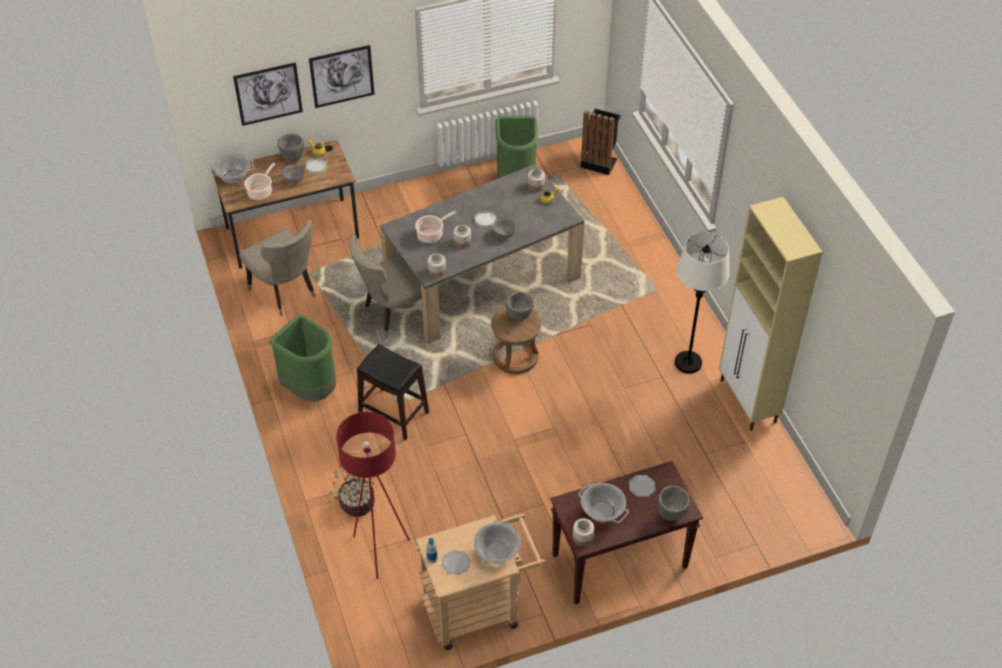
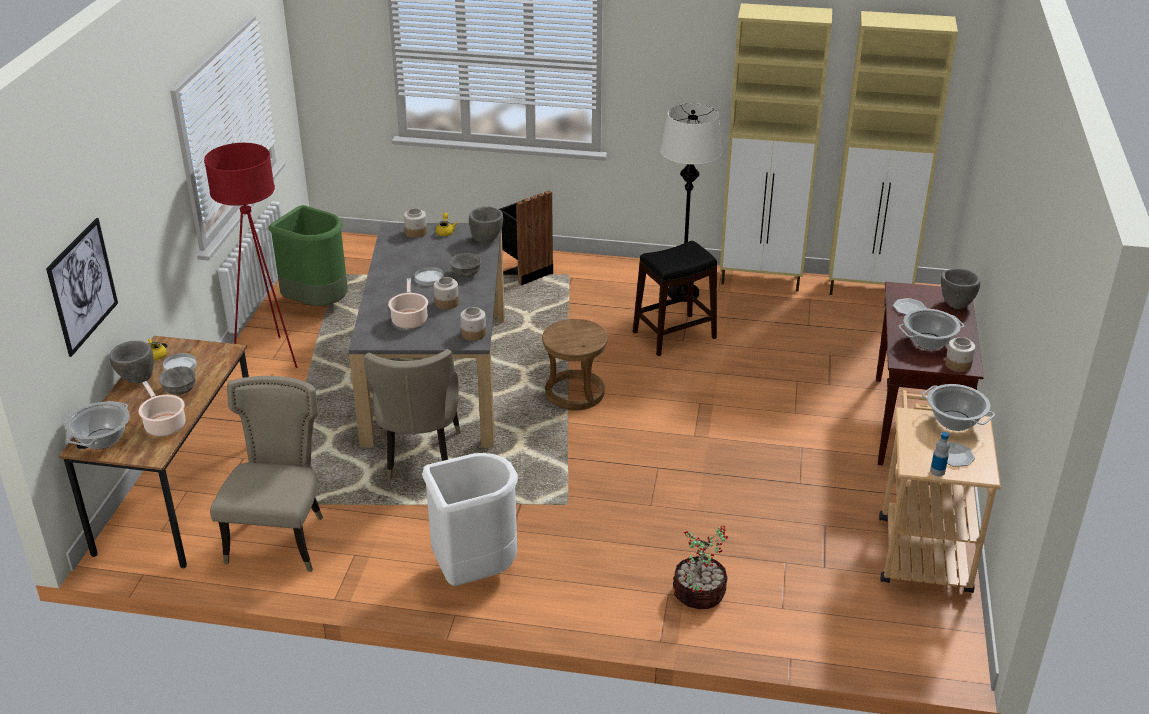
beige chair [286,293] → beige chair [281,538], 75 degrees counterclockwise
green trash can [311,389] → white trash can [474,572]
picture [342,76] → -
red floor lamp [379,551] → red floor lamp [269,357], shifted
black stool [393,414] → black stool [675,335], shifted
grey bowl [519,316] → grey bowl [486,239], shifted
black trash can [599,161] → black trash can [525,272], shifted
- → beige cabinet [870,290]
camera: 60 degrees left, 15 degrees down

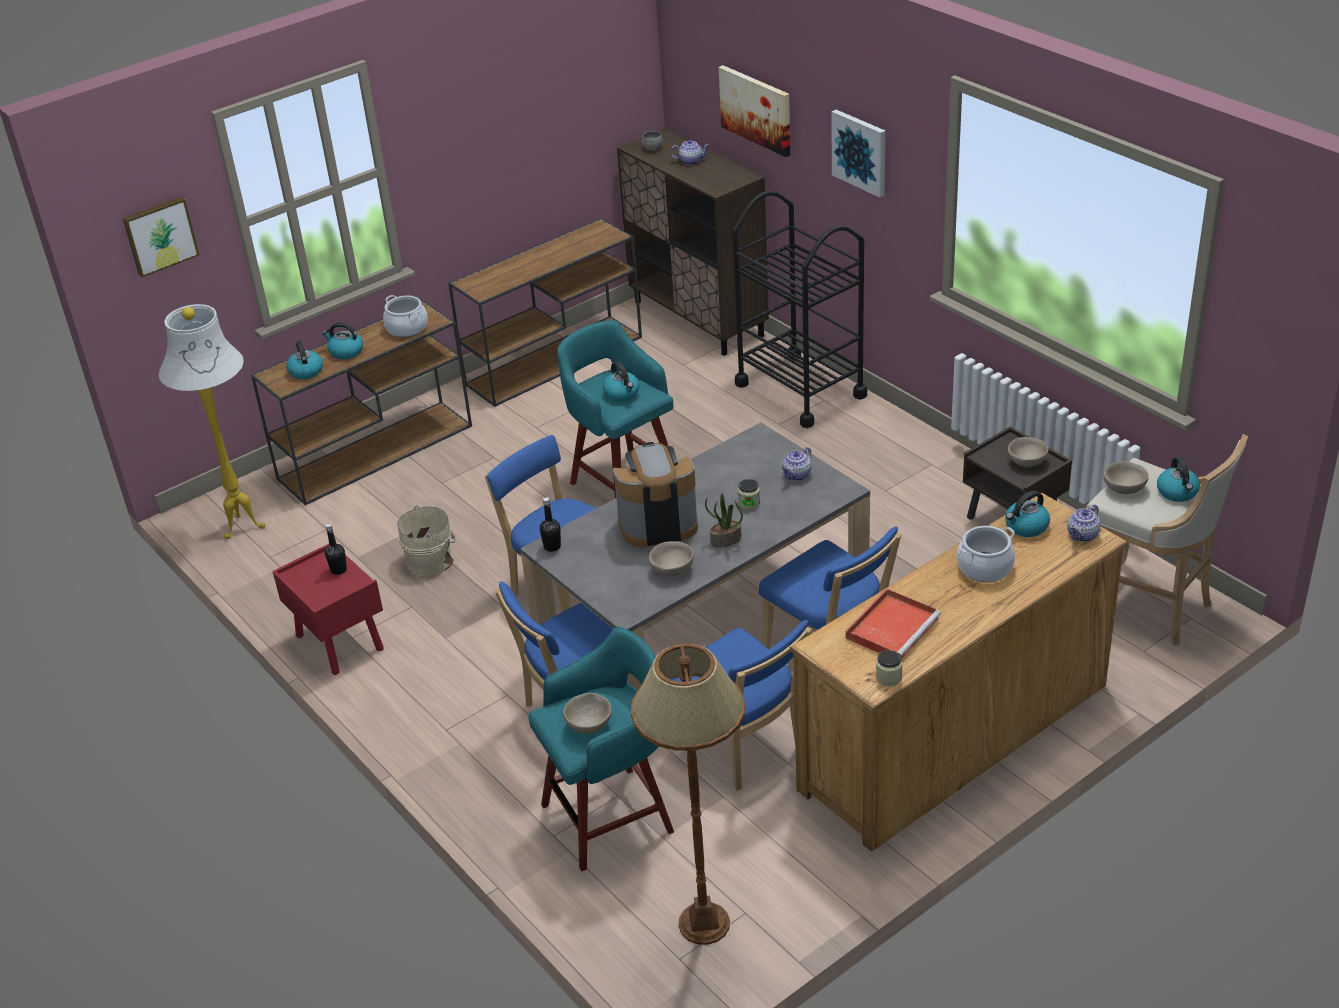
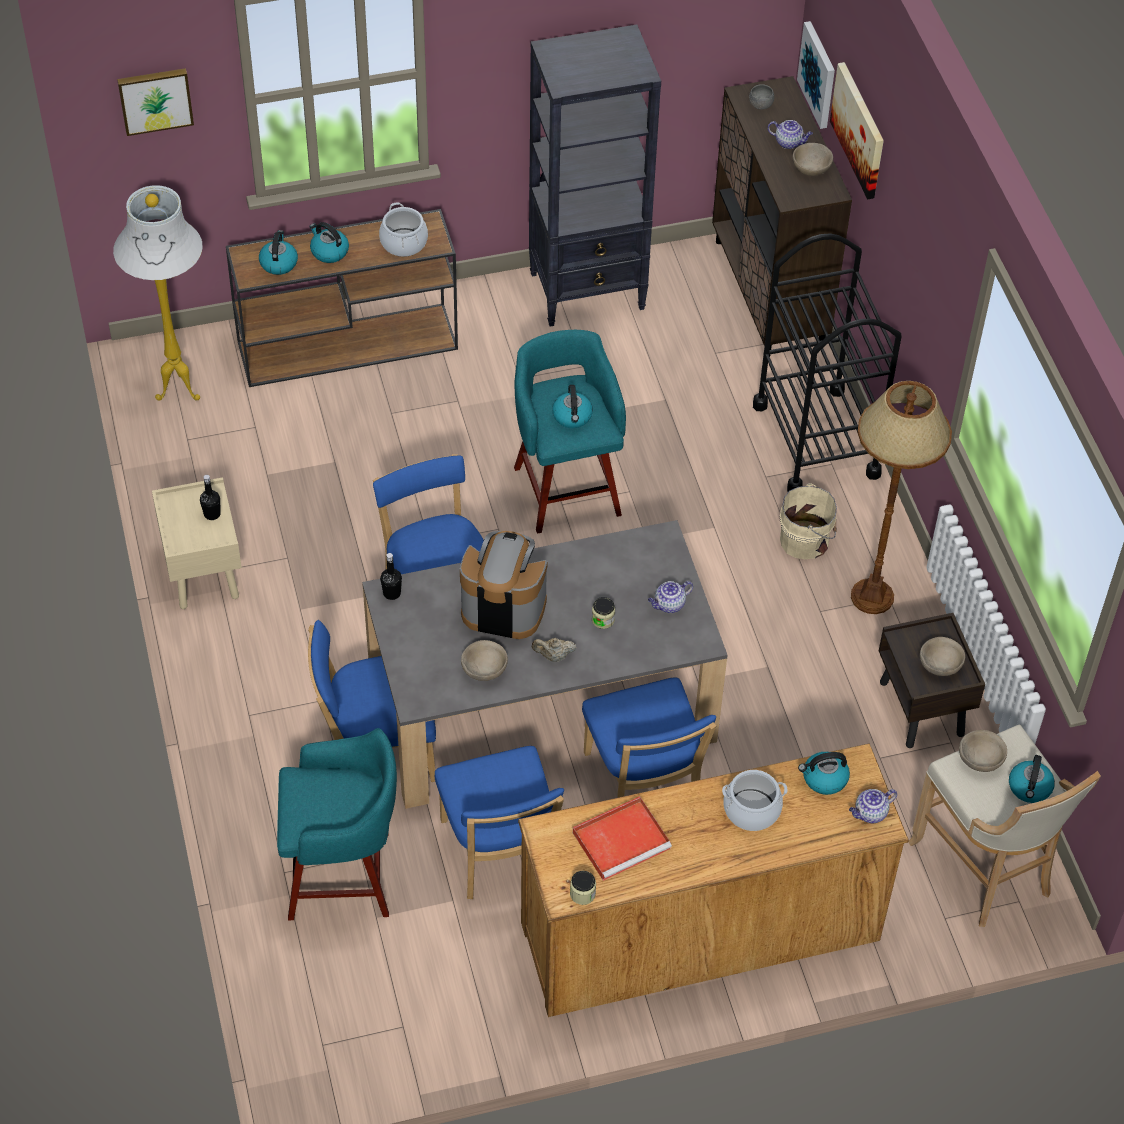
red nightstand [338,642] → beige nightstand [202,572]
beige bucket [432,560] → beige bucket [807,540], shifted
brown console table [555,359] → black bookcase [588,291]
beige bowl [589,725] → beige bowl [811,169], shifted
brown floor lamp [703,923] → brown floor lamp [871,596], shifted
potted plant [725,540] → beige teapot [553,656]
picture [860,152] → picture [818,74], shifted
camera: 20 degrees right, 15 degrees up

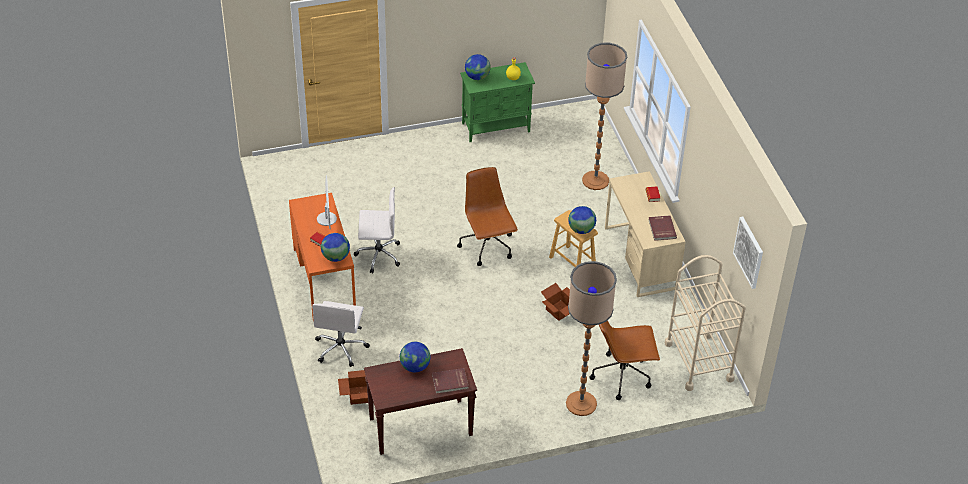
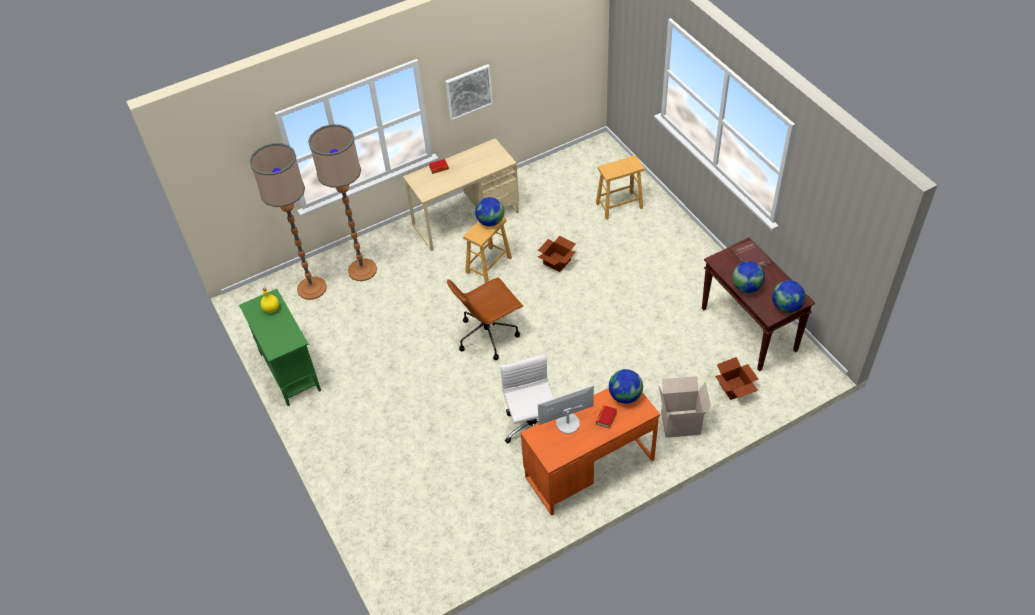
white office chair [341,348] → cardboard box [681,422]
globe [477,77] → globe [786,306], shifted
floor lamp [581,403] → floor lamp [311,288], shifted
brown office chair [622,375] → brown stool [619,205]
red book [661,229] → -
beige cart [699,361] → -
picture [749,252] → picture [468,91], shifted
camera: 100 degrees left, 5 degrees up

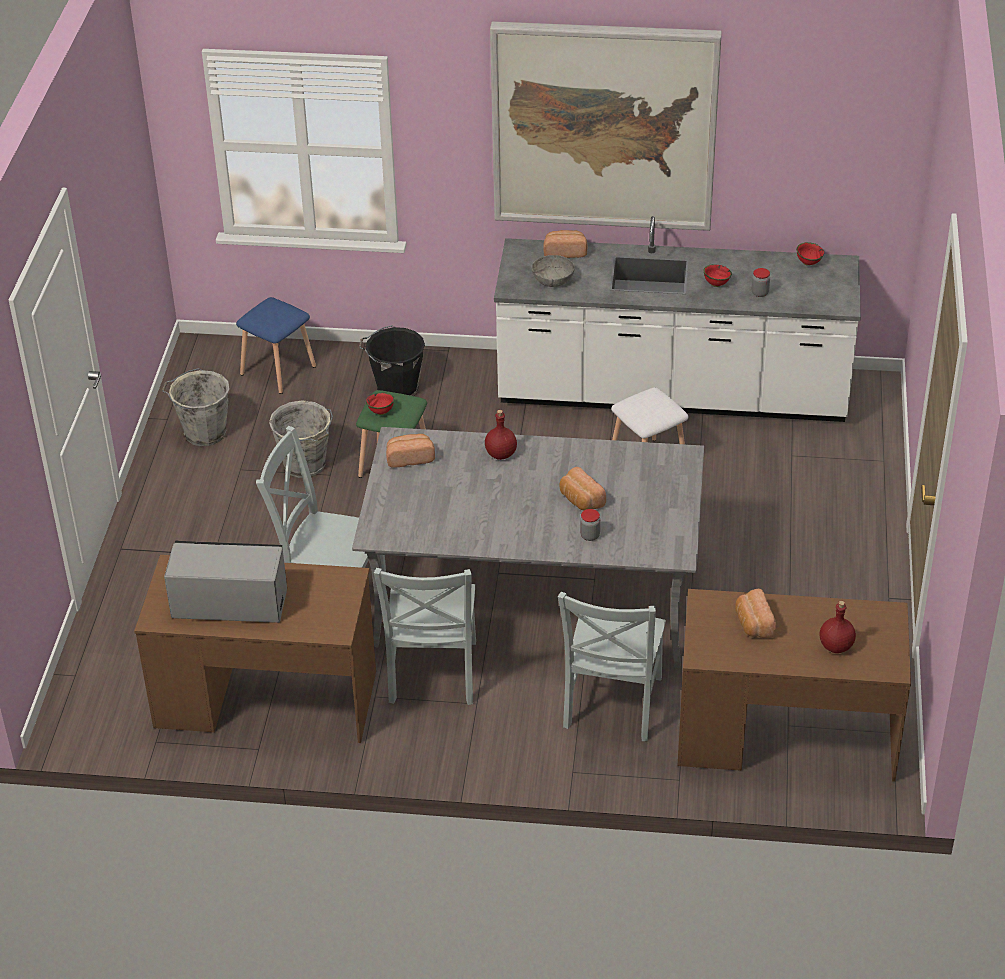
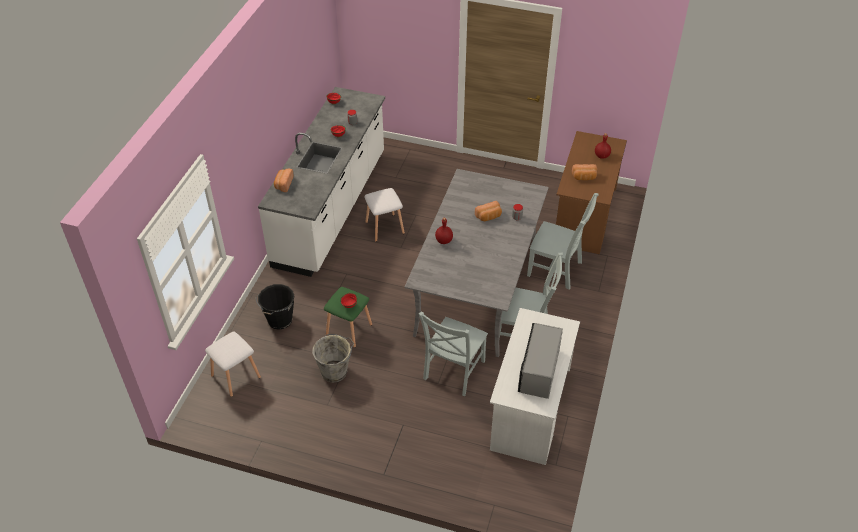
brown desk [265,699] → white desk [530,409]
grey bucket [203,433] → -
blue stool [278,369] → white stool [235,376]
bread [409,458] → -
picture [604,125] → -
grey bowl [552,280] → -
camera: 80 degrees left, 5 degrees up

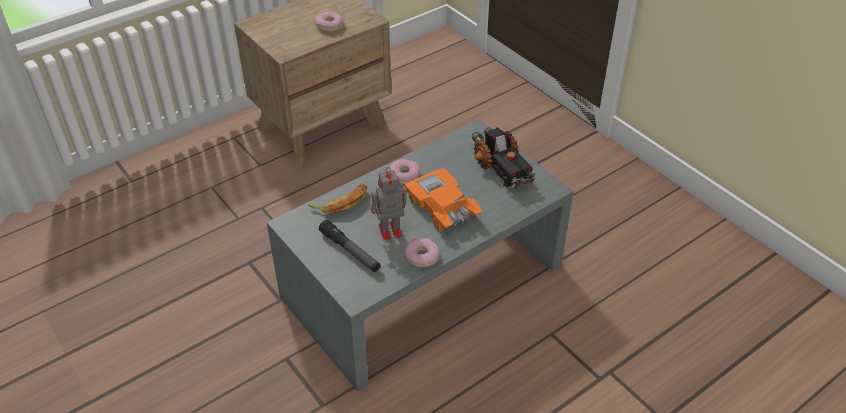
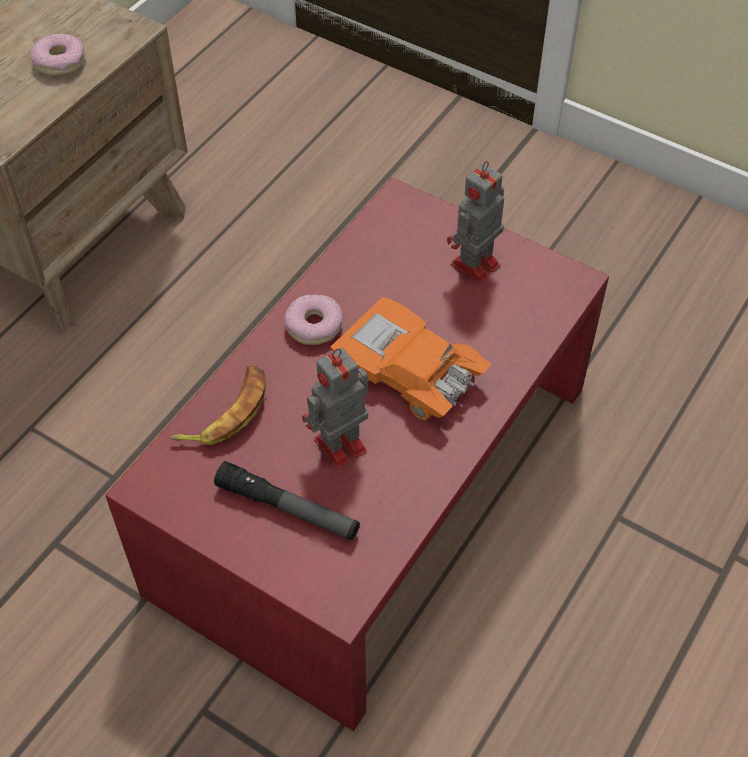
grey coffee table [423,282] → red coffee table [376,488]
donut [422,256] → -
toy truck [501,169] → toy robot [473,266]
camera: 20 degrees left, 10 degrees up

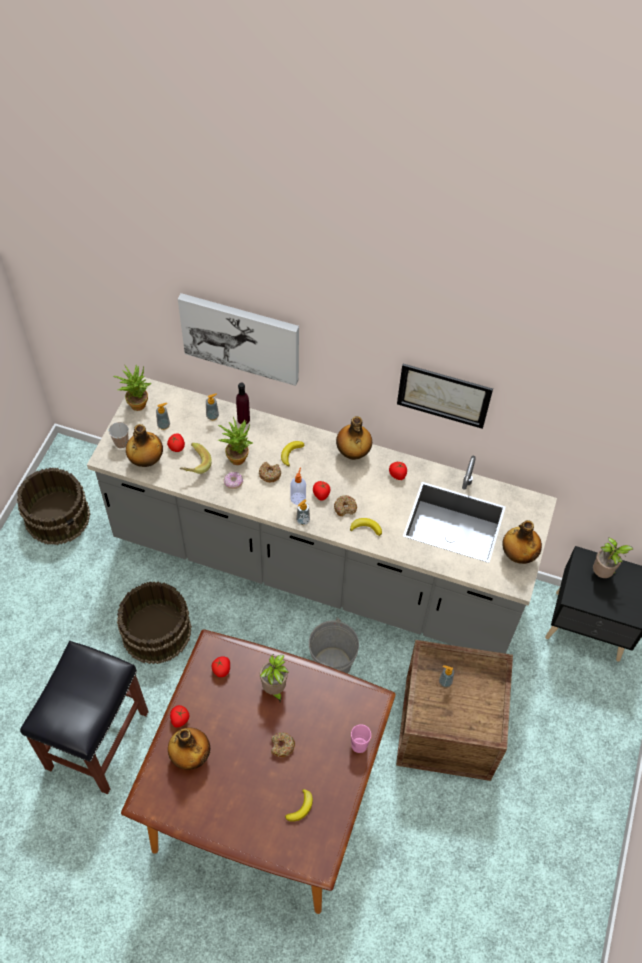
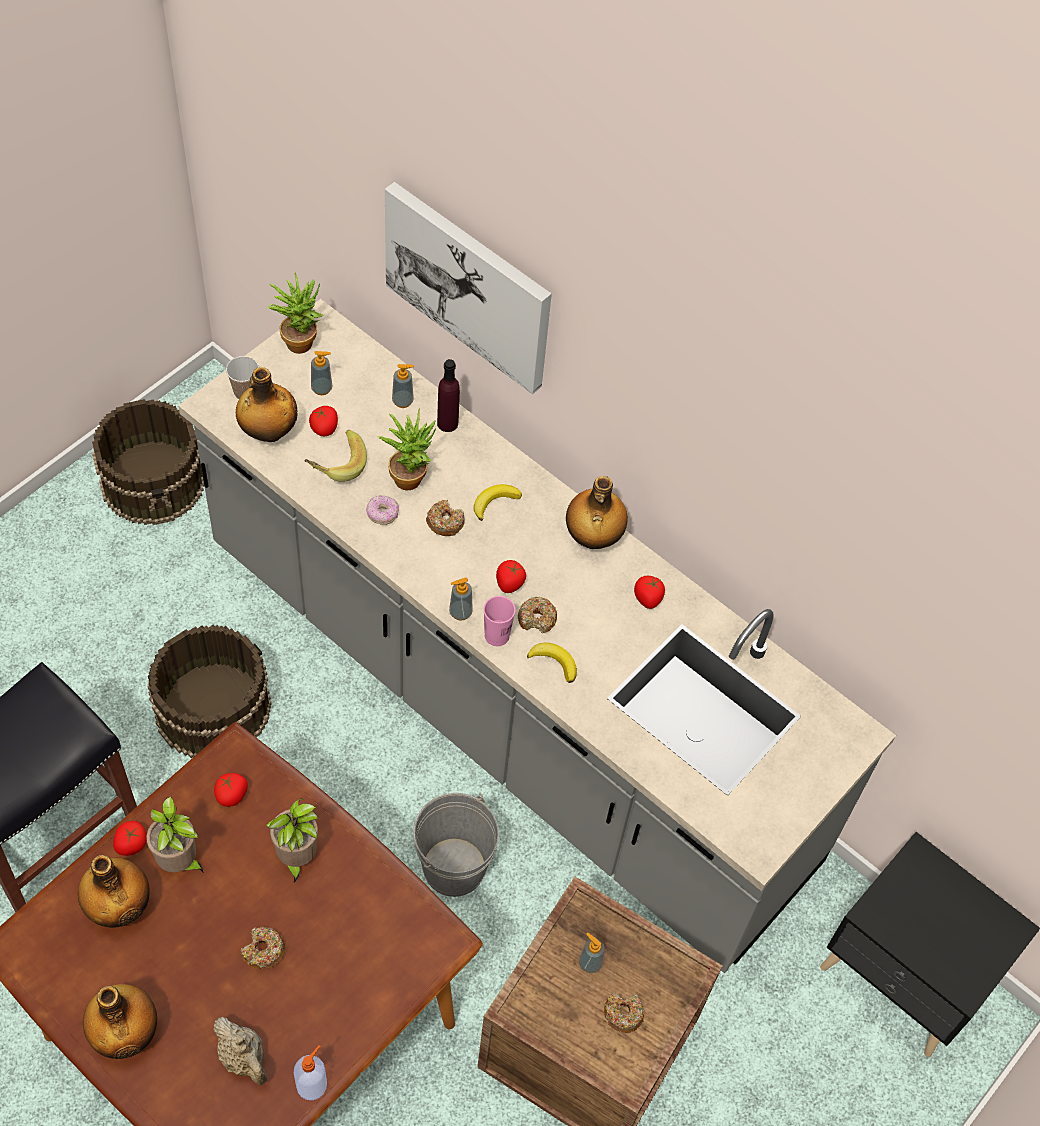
banana [300,807] → beige teapot [244,1058]
soap dispenser [298,498] → soap dispenser [312,1084], shifted
pink cup [359,745] → pink cup [497,635], shifted
picture [443,395] → -
bottle [518,555] → bottle [126,1033], shifted
potted plant [602,573] → potted plant [180,862], shifted
- → donut [623,1014]
camera: 20 degrees right, 0 degrees up

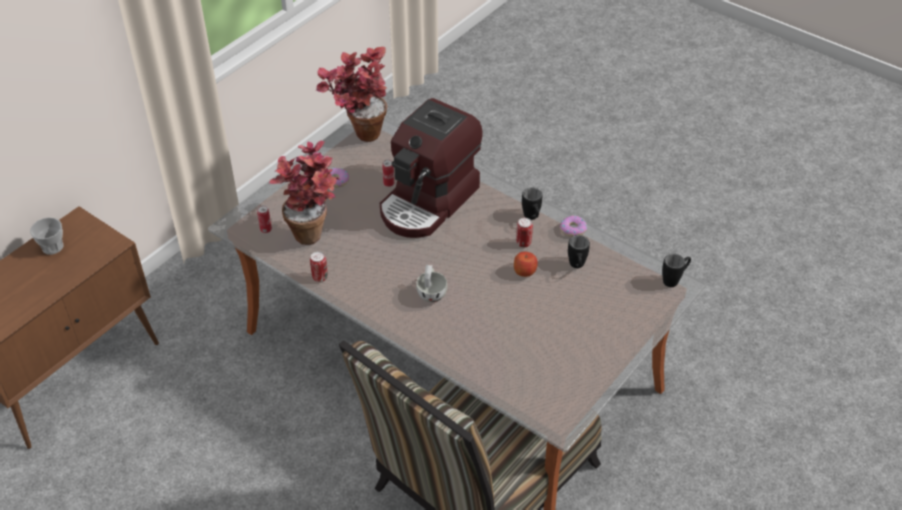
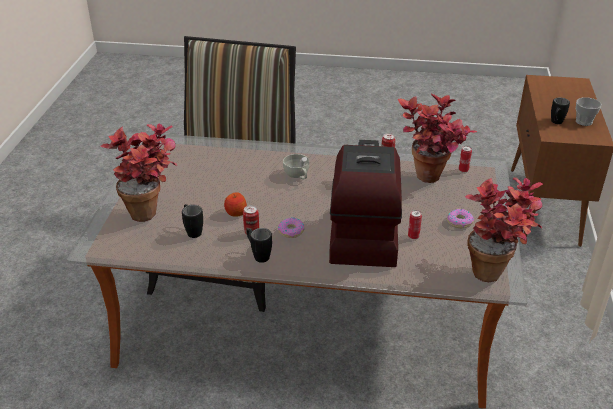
donut [572,229] → donut [291,231], shifted
black mug [674,280] → black mug [555,123], shifted
- → potted plant [152,211]
camera: 150 degrees right, 10 degrees down

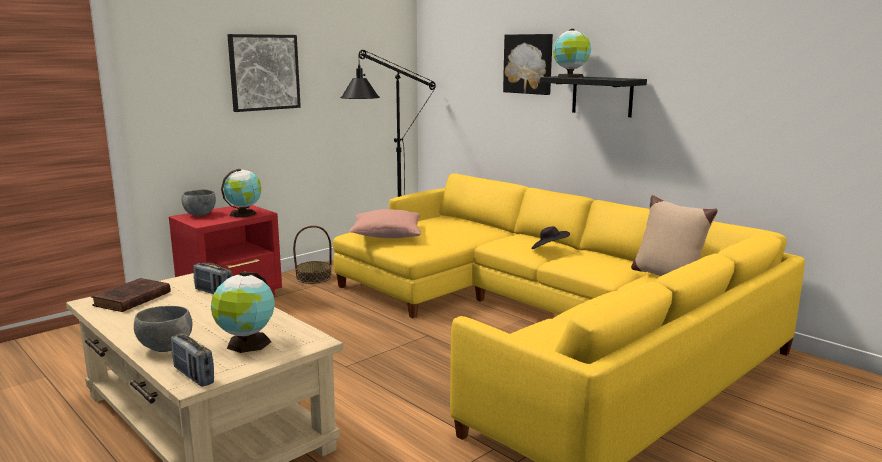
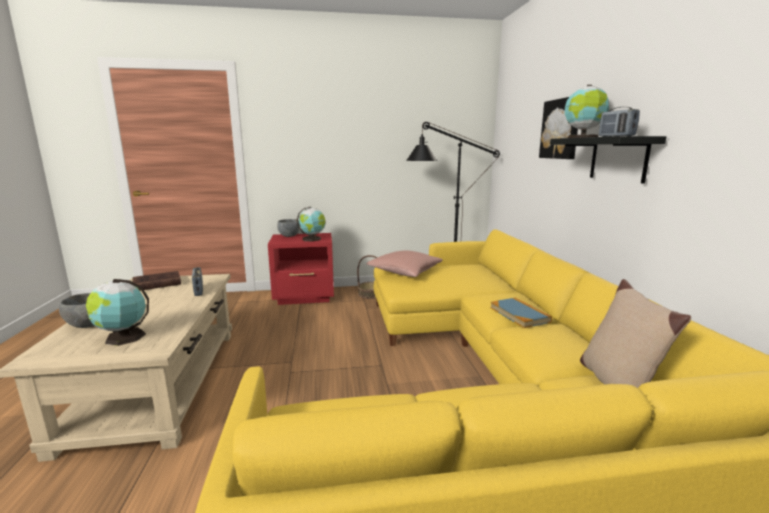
radio [193,376] → radio [616,136], shifted
picture [264,72] → -
black hat [549,249] → book [519,315]
camera: 35 degrees right, 0 degrees up

